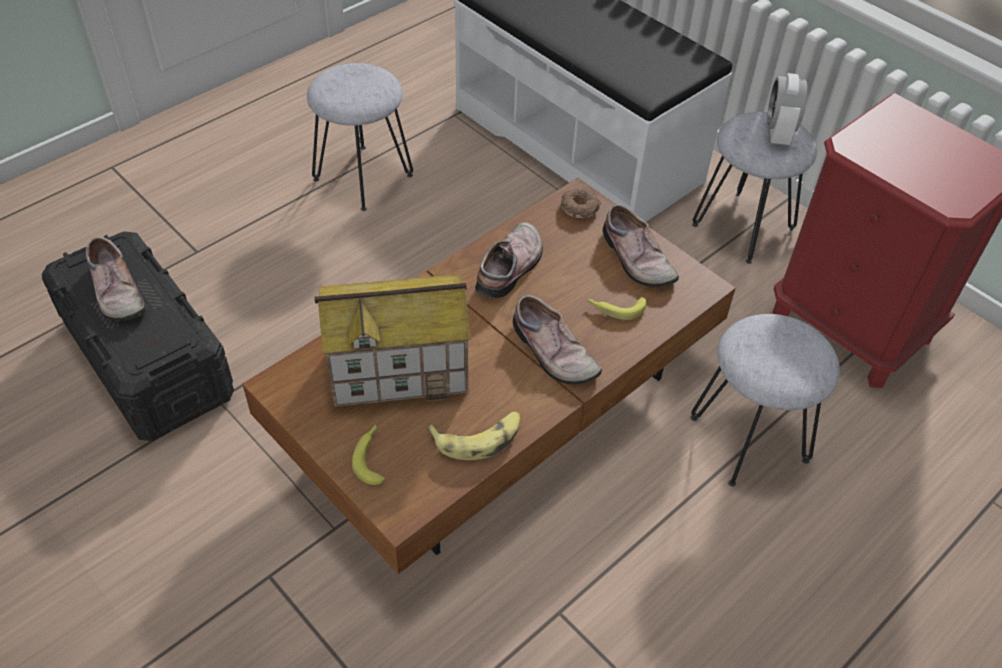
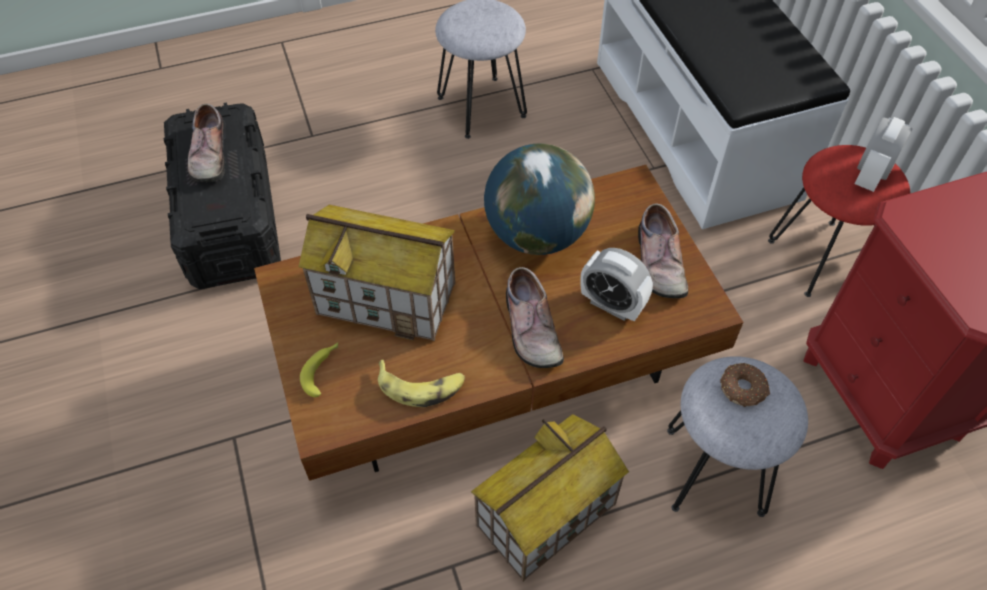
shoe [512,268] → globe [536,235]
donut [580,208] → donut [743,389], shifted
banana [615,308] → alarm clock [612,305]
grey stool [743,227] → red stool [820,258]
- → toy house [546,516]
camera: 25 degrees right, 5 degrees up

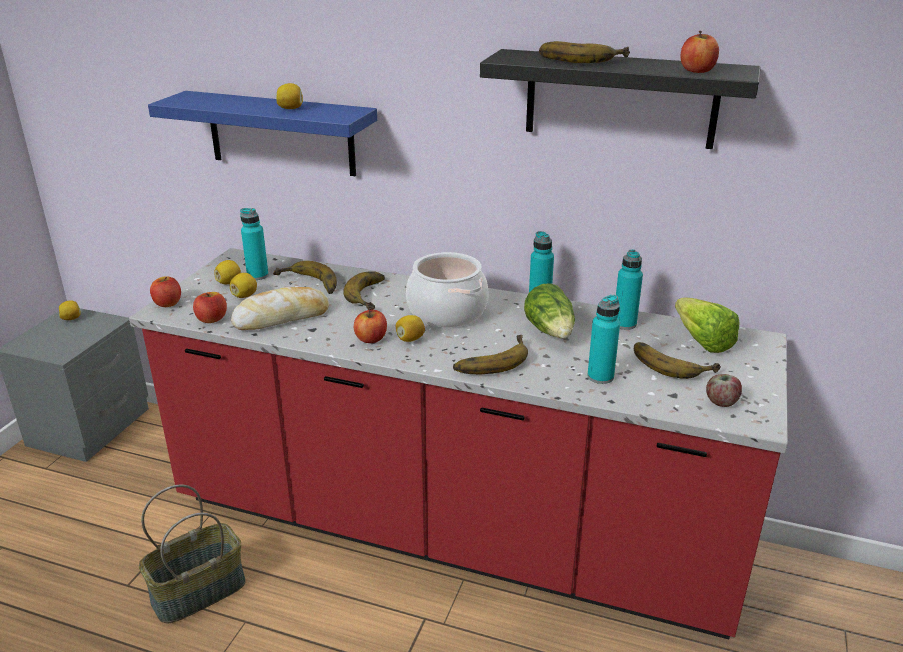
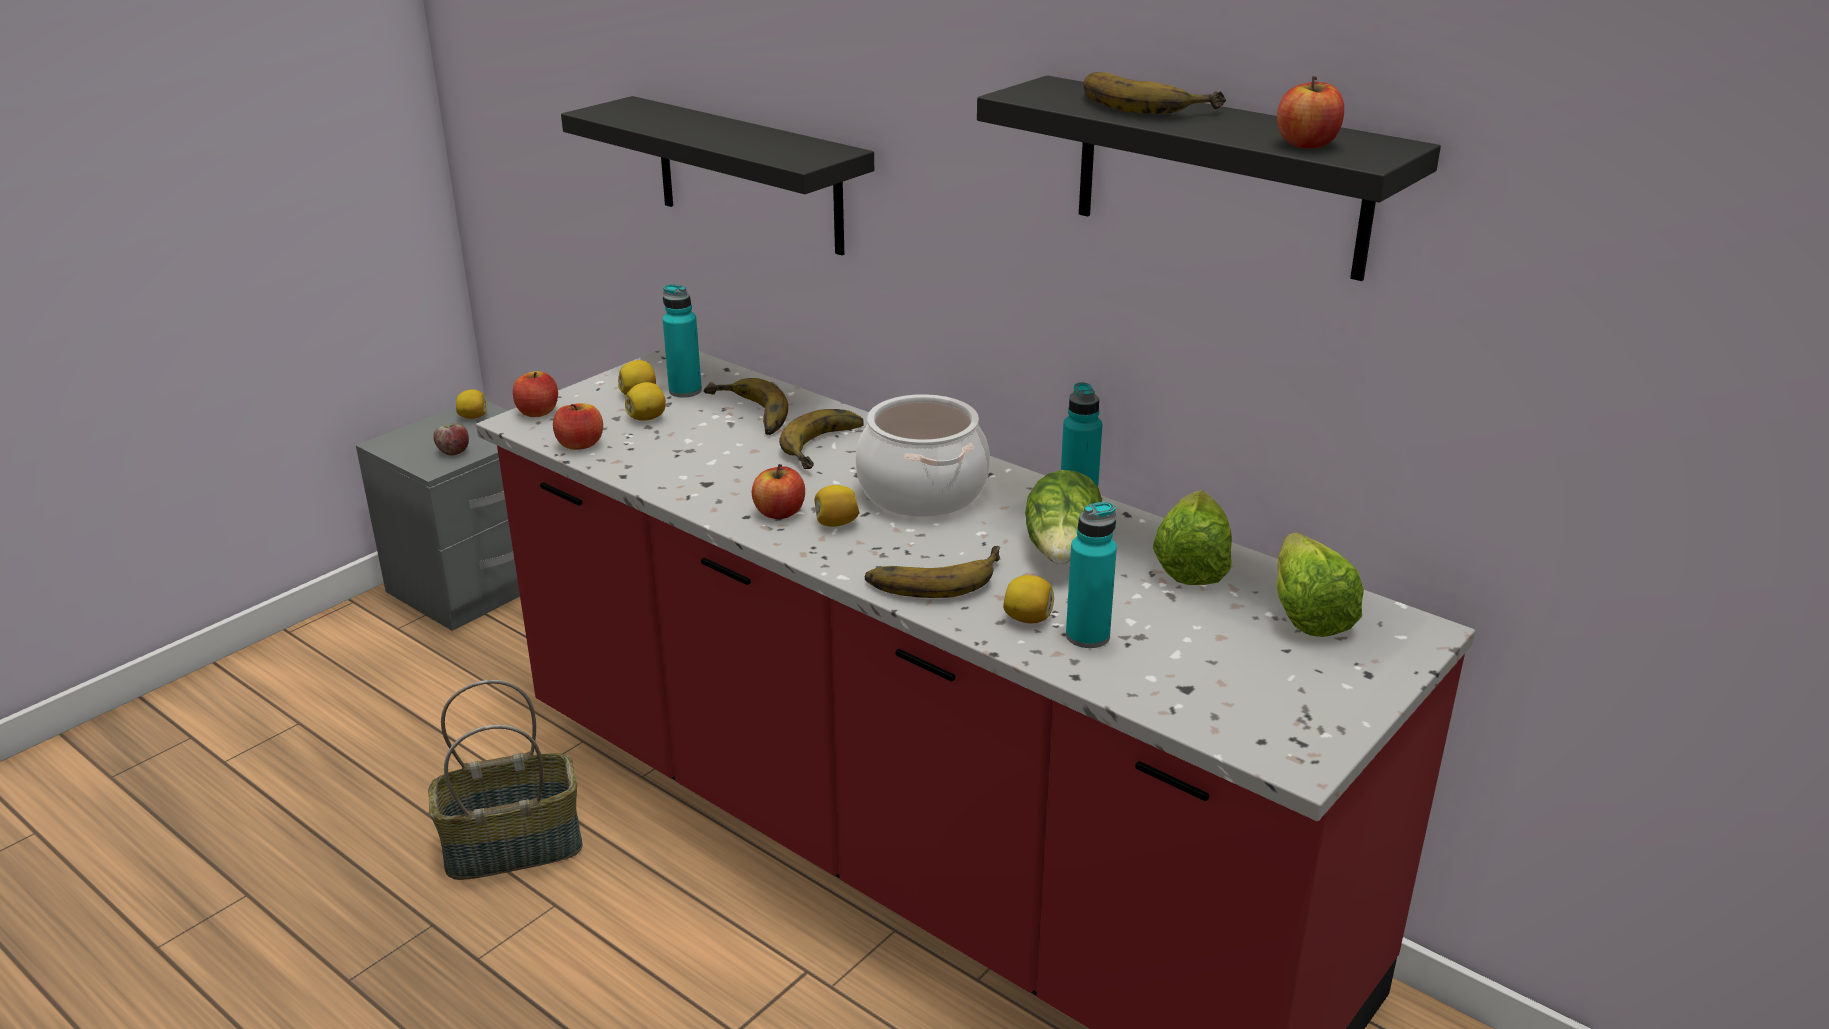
blue shelf [281,133] → black shelf [749,175]
bread [282,318] → -
lemon [290,108] → lemon [1028,619], shifted
turquoise bottle [624,324] → lettuce [1195,561]
banana [672,363] → -
apple [721,402] → apple [454,452], shifted
camera: 20 degrees right, 0 degrees up

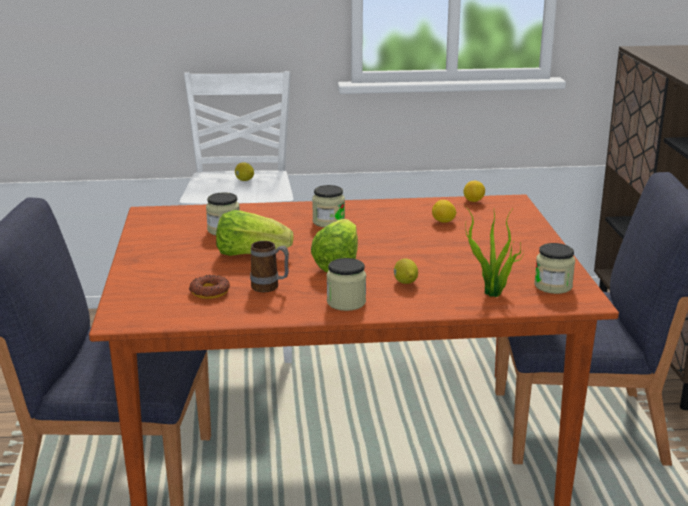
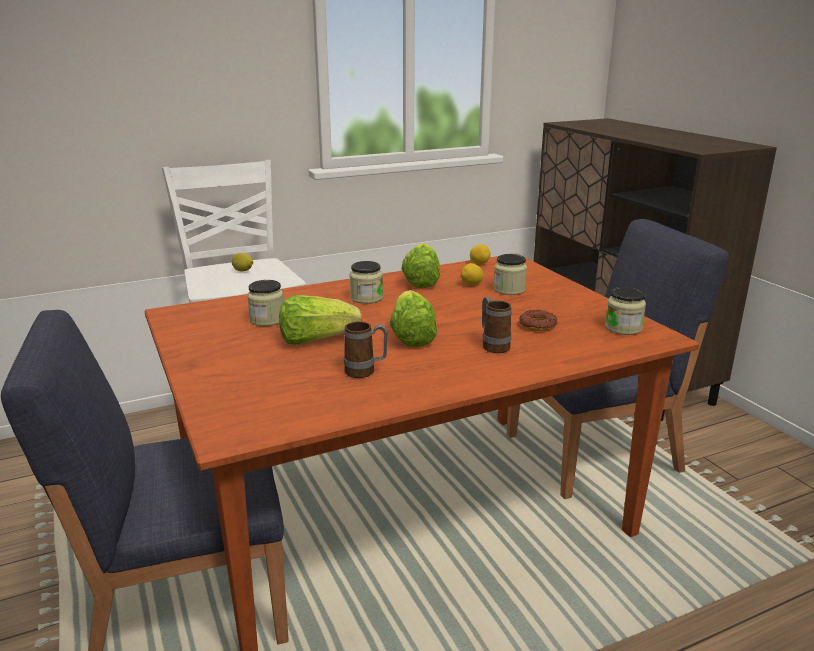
donut [209,292] → donut [537,325], shifted
jar [346,302] → jar [509,290], shifted
lemon [405,283] → mug [493,345]
potted plant [493,294] → -
- → lettuce [421,281]
camera: 20 degrees left, 0 degrees up

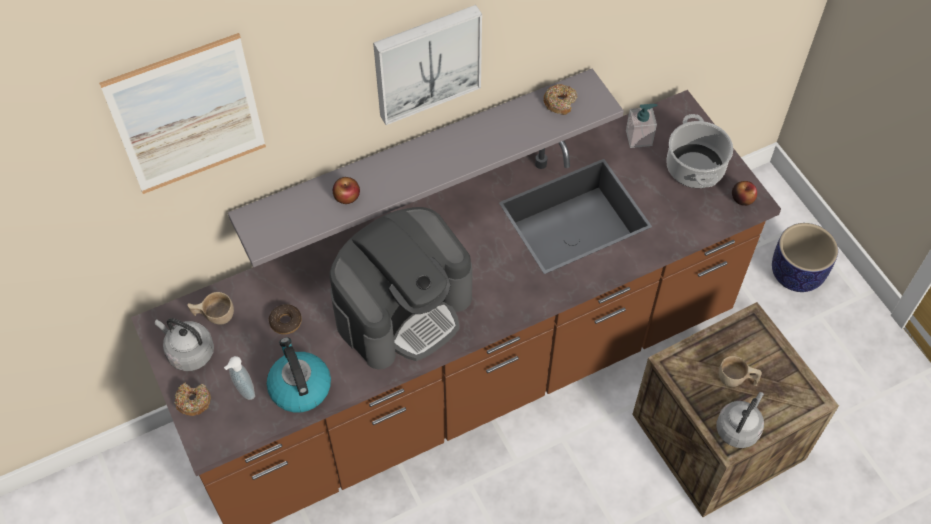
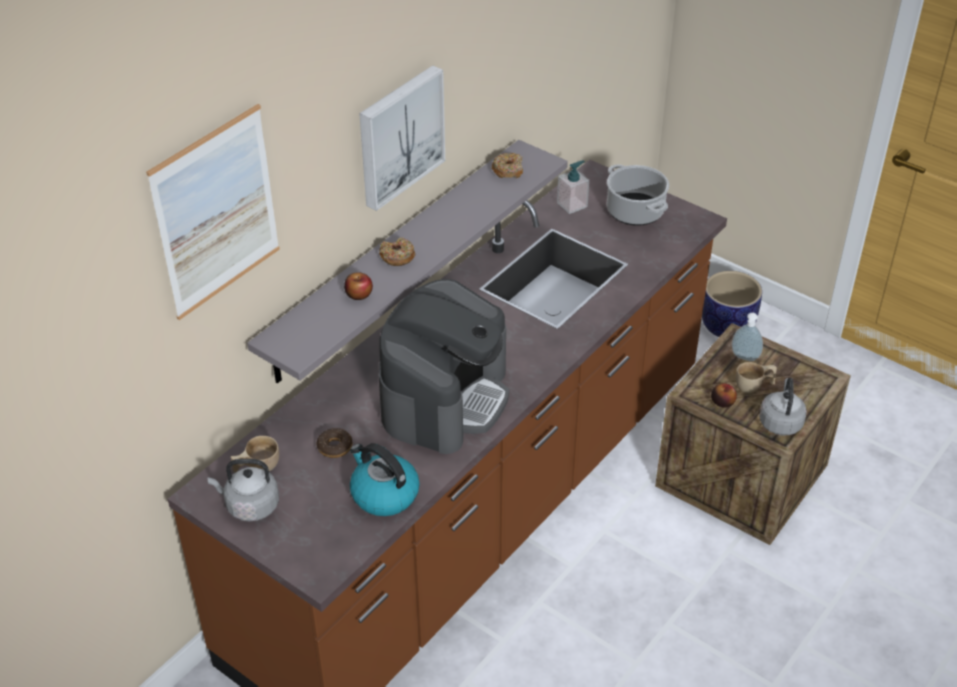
donut [193,401] → donut [397,257], shifted
soap dispenser [243,391] → soap dispenser [744,358], shifted
apple [742,198] → apple [722,402], shifted
camera: 25 degrees left, 15 degrees down

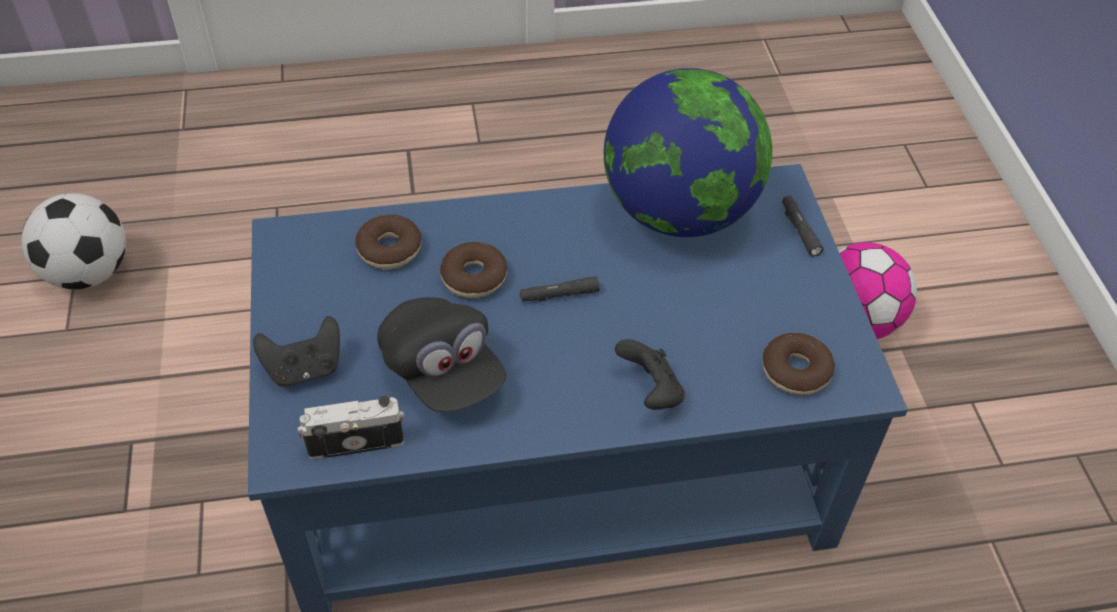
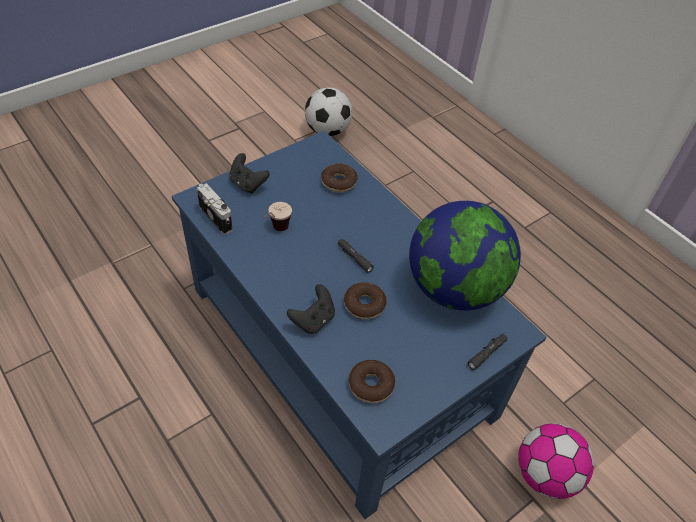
black cap [442,371] → cup [275,232]
donut [474,277] → donut [364,305], shifted
camera: 60 degrees right, 0 degrees up

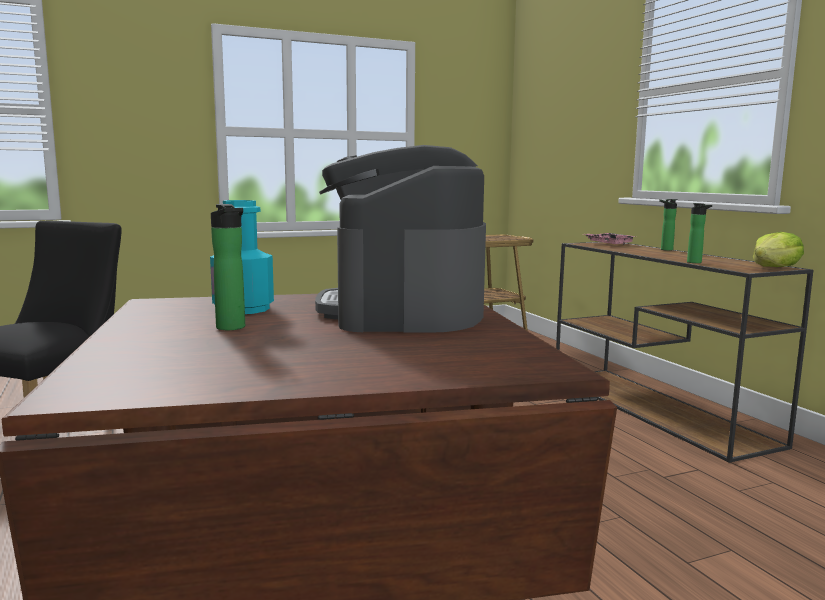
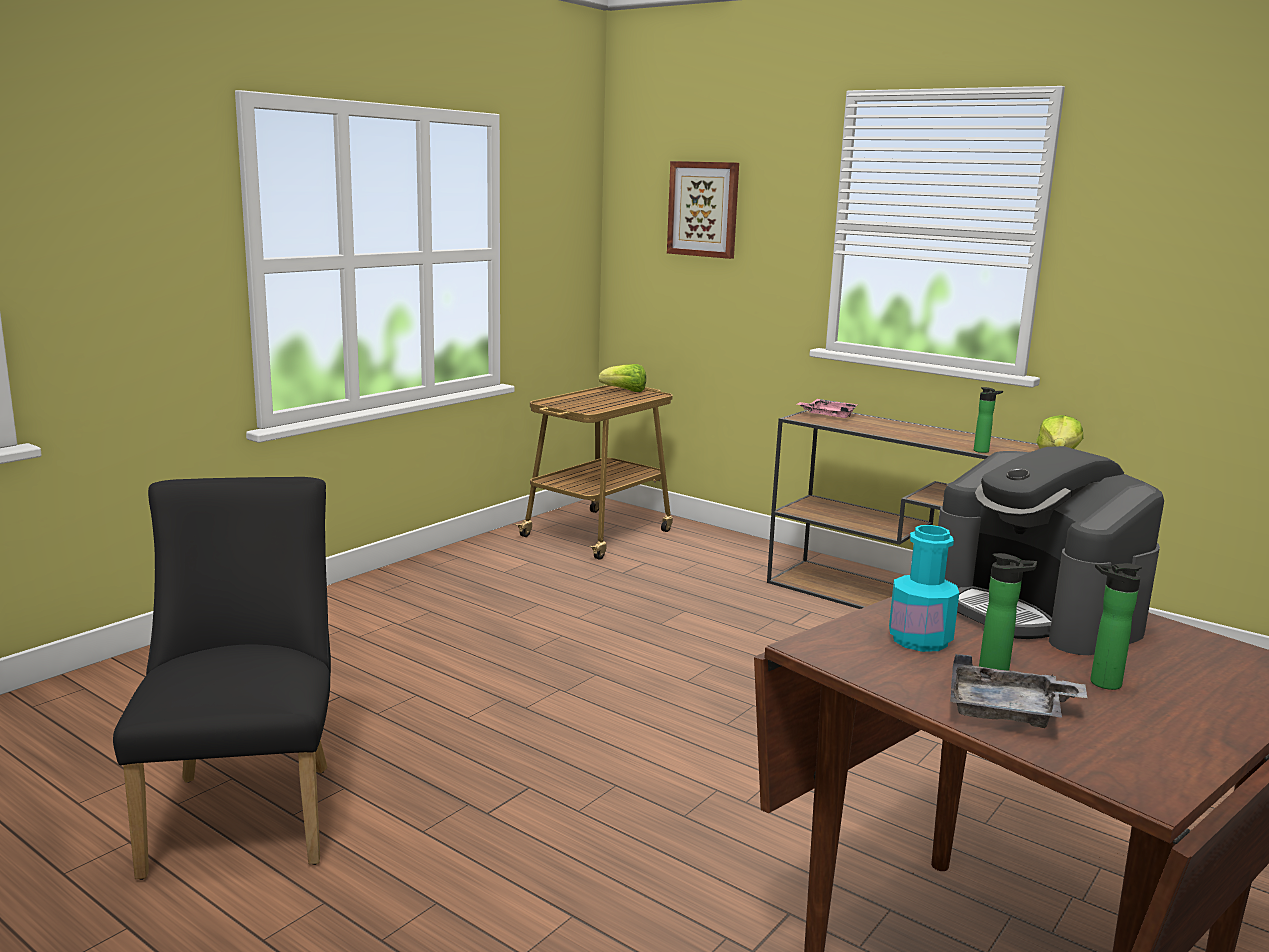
bottle [664,249] → bottle [1100,683], shifted
- → lettuce [625,391]
- → picture [704,209]
- → grey tray [1008,712]
camera: 30 degrees left, 5 degrees up

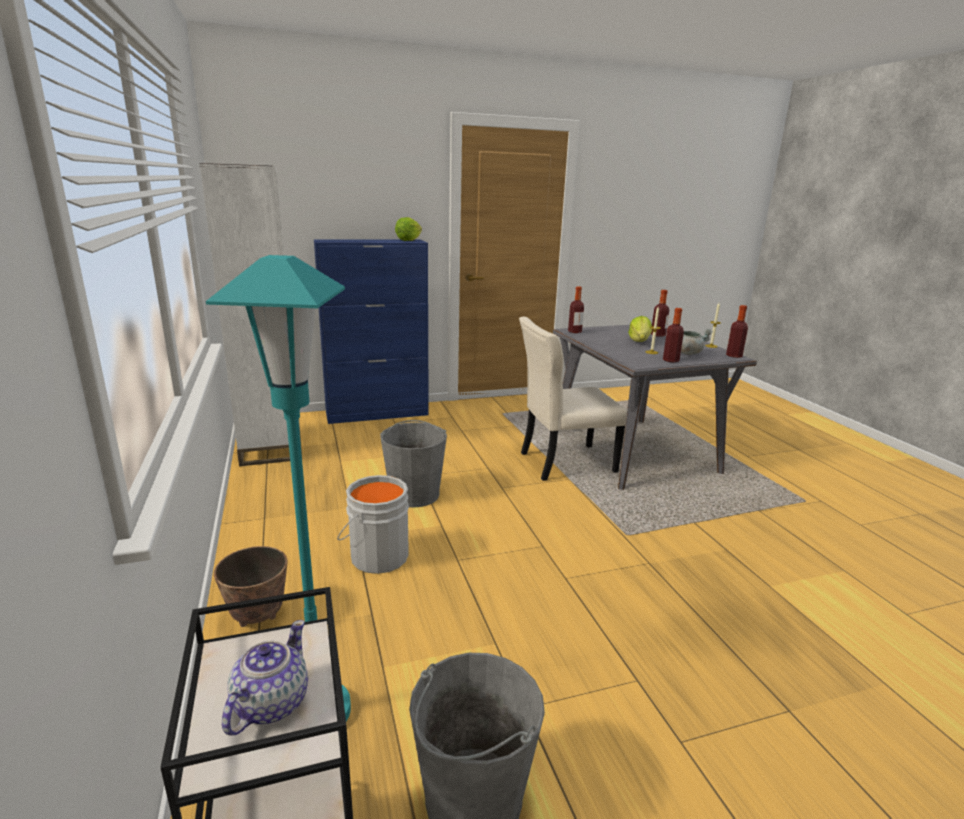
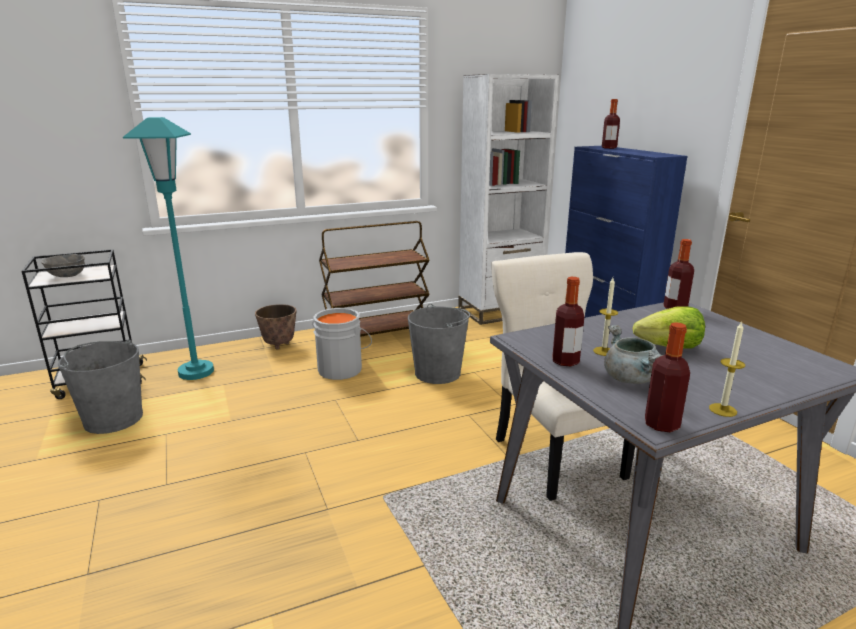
teapot [269,704] → grey bowl [67,275]
lettuce [409,240] → -
bottle [658,335] → bottle [609,148], shifted
- → brown cart [376,336]
camera: 85 degrees right, 0 degrees up

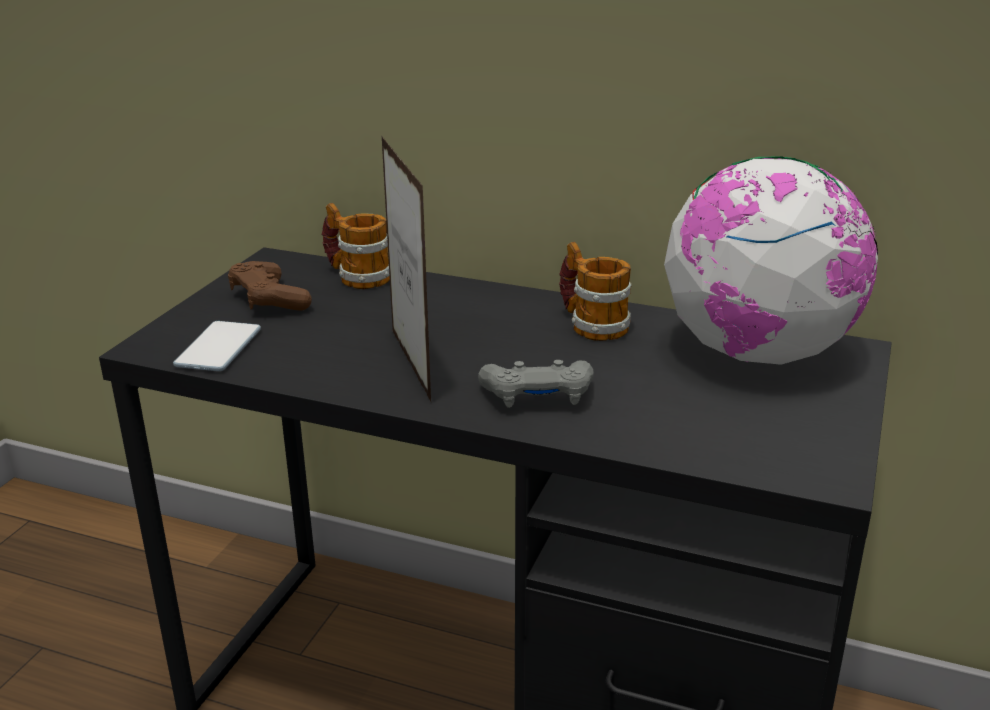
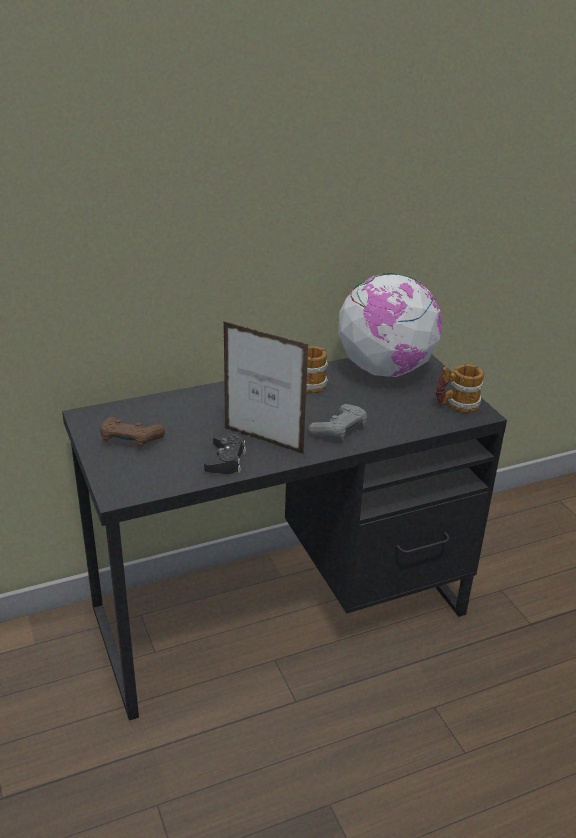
phone [218,348] → -
mug [357,276] → mug [456,405], shifted
- → black game controller [226,460]
camera: 45 degrees left, 5 degrees up

